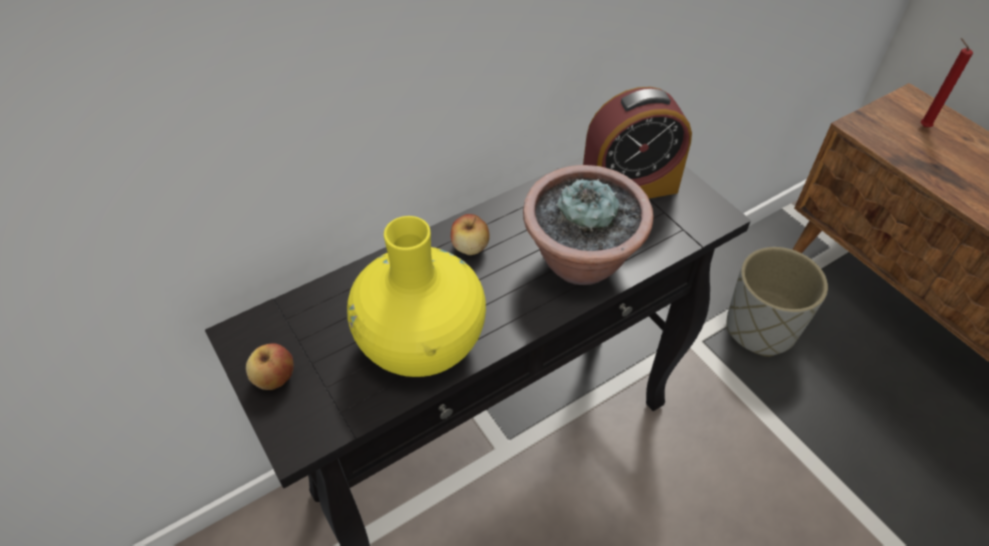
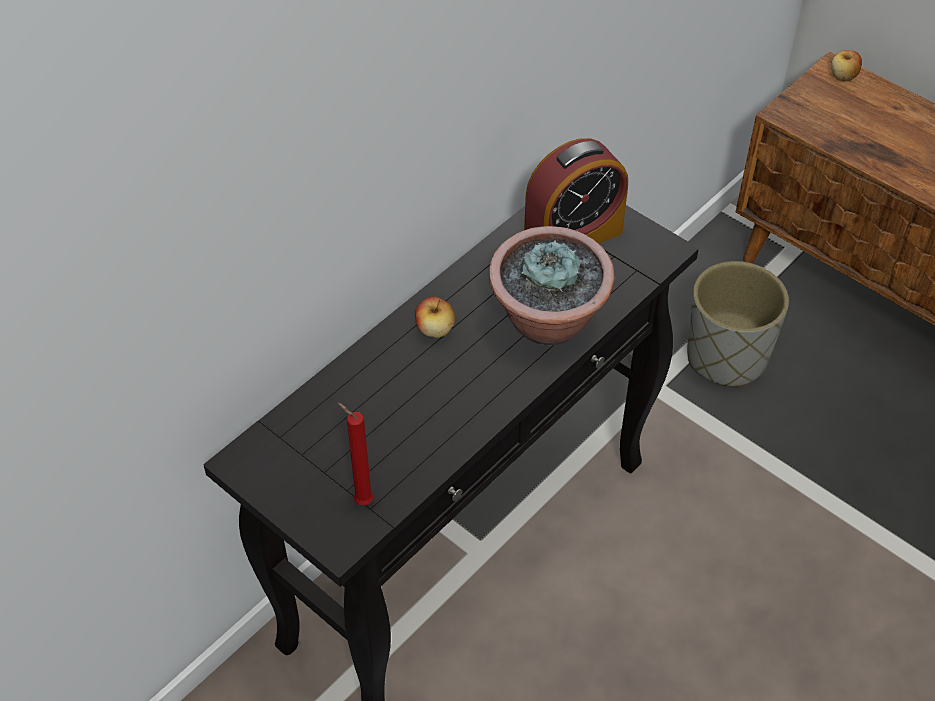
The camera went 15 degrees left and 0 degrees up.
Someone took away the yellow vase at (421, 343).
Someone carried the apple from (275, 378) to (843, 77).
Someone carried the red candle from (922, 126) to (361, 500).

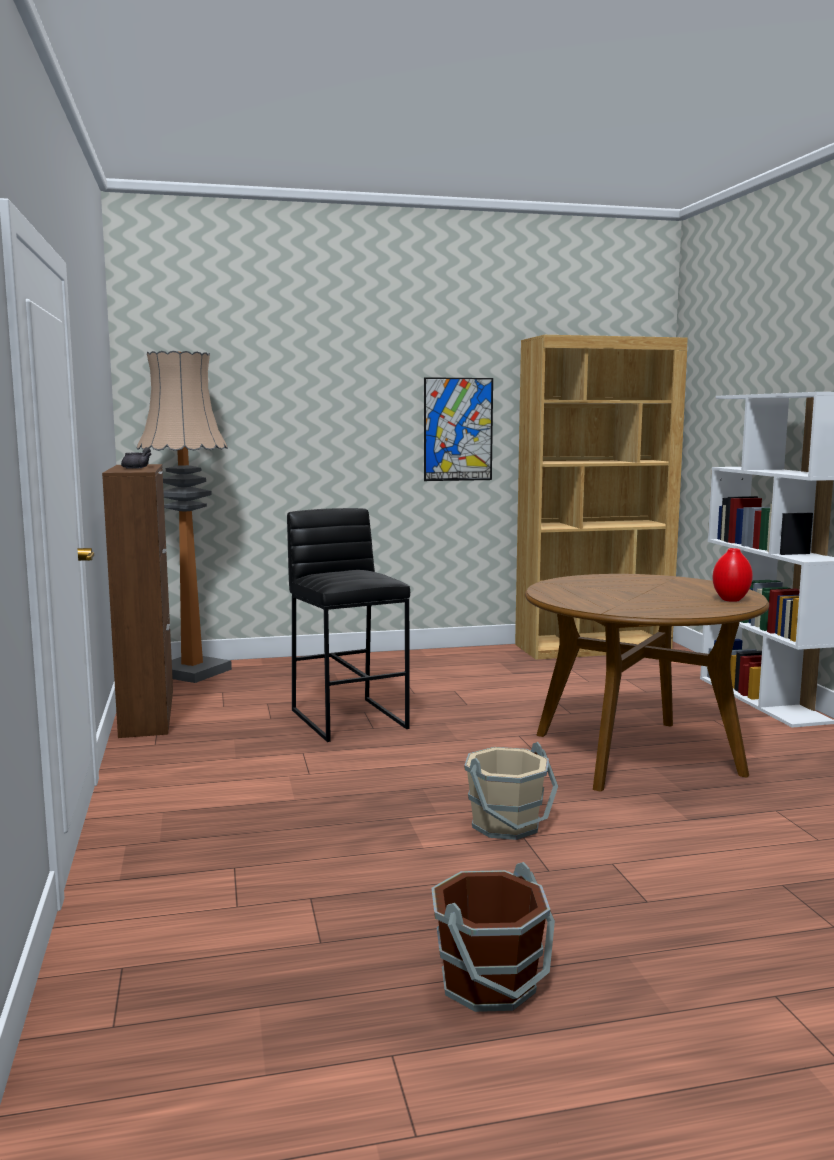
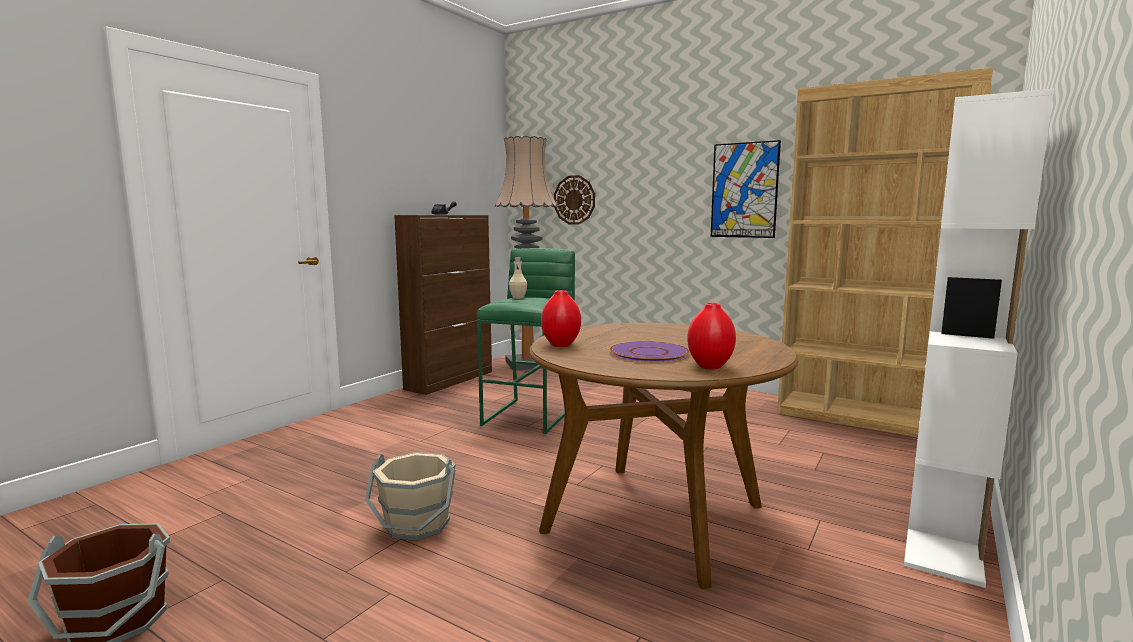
The camera went 45 degrees right and 0 degrees up.
Someone put down the beige bottle at (518, 297).
Someone put down the red vase at (561, 345).
Someone put up the wall clock at (574, 200).
Someone put down the purple plate at (648, 353).
Someone repainted the black stool at (349, 718), which became the green stool at (530, 415).

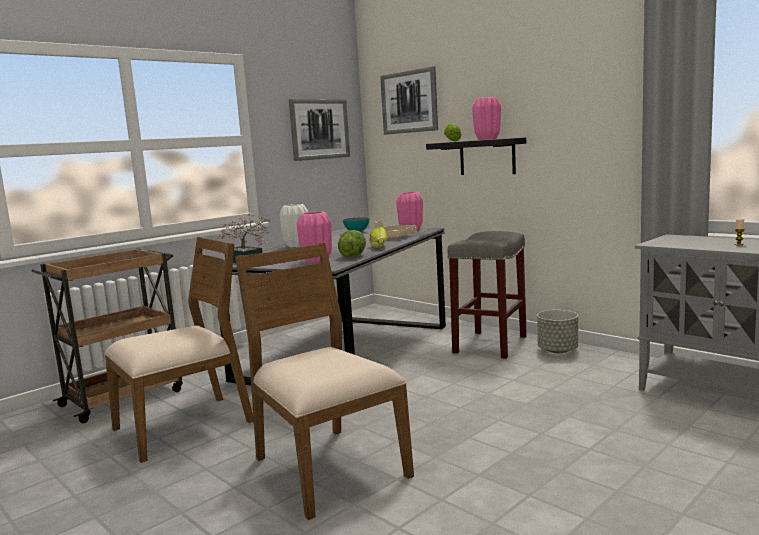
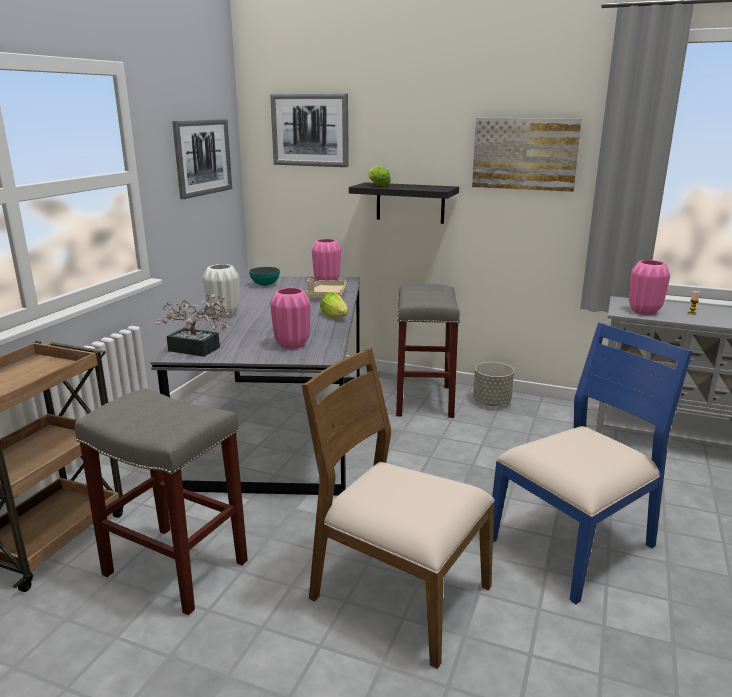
The camera went 25 degrees left and 10 degrees up.
Someone took away the lettuce at (353, 256).
Someone put up the picture at (525, 153).
Someone put down the blue chair at (574, 544).
Someone carried the pink vase from (487, 139) to (644, 311).
Someone swapped the brown chair at (185, 425) for the grey stool at (178, 568).

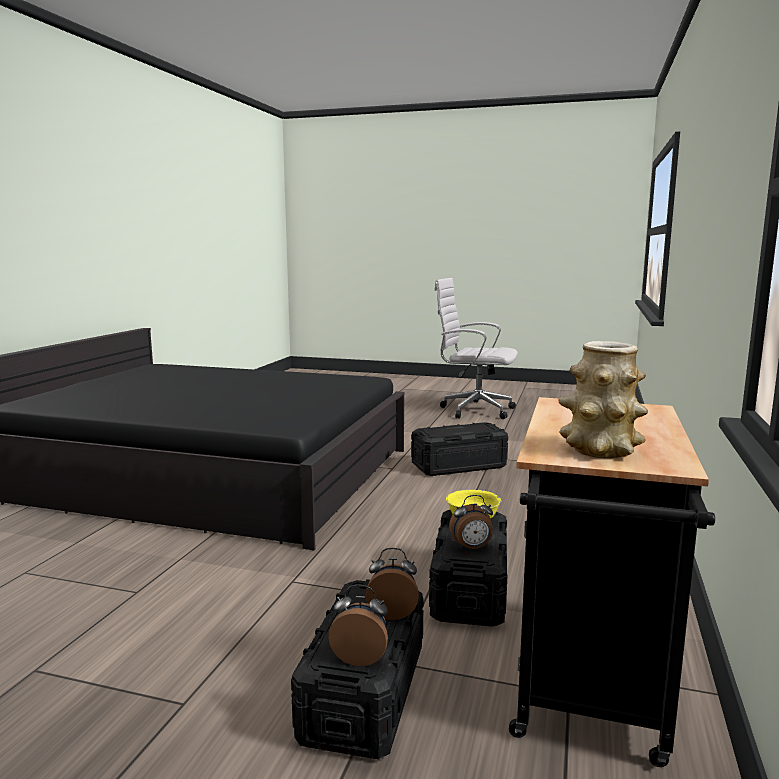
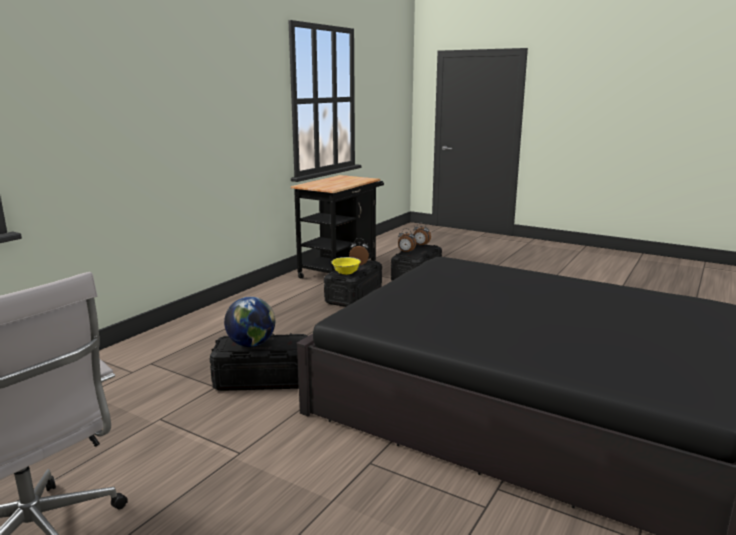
The camera went 165 degrees left and 5 degrees up.
Someone took away the vase at (599, 450).
Someone put down the globe at (251, 344).

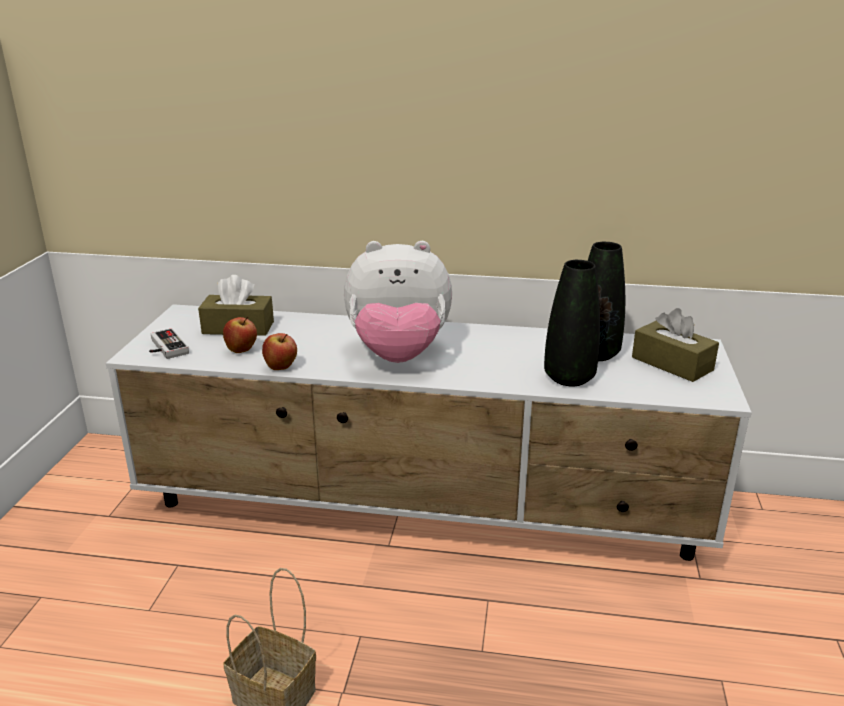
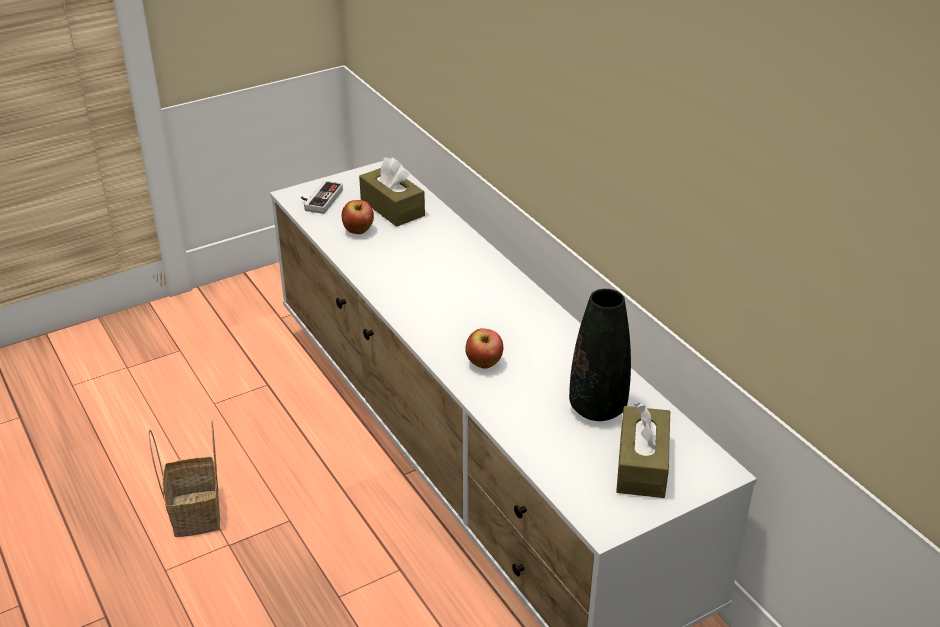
The camera went 50 degrees right and 10 degrees up.
Someone took away the plush toy at (398, 355).
Someone took away the black vase at (569, 378).
Someone carried the apple from (281, 367) to (484, 364).

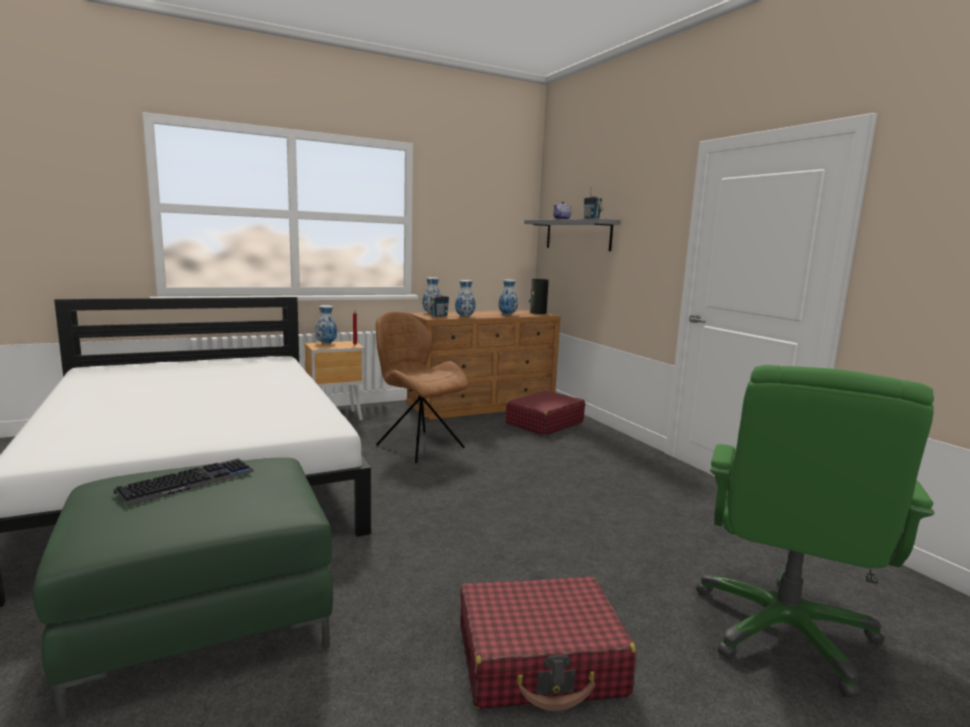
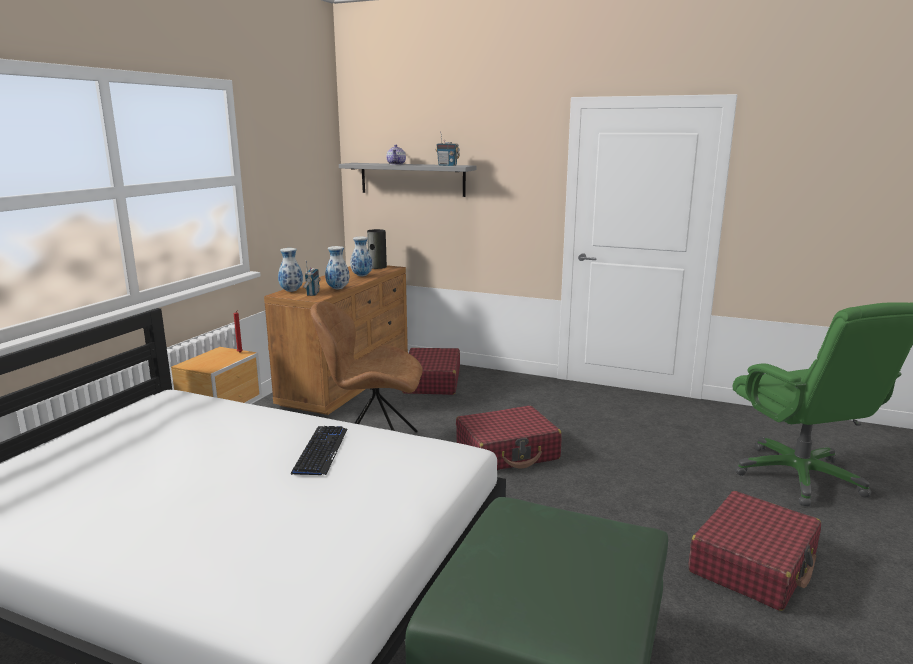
The camera went 40 degrees left and 5 degrees up.
Someone took away the vase at (326, 343).
Someone put down the red suitcase at (507, 452).
Someone carried the keyboard from (187, 483) to (321, 451).

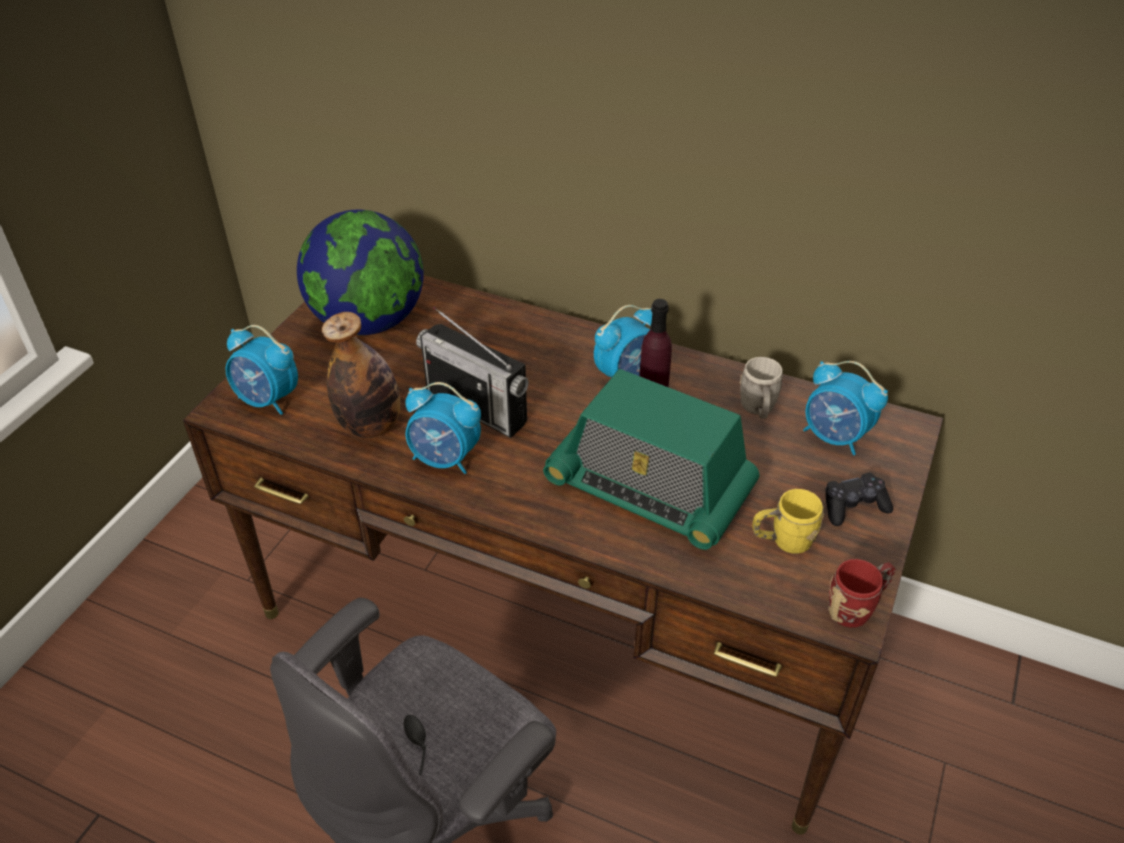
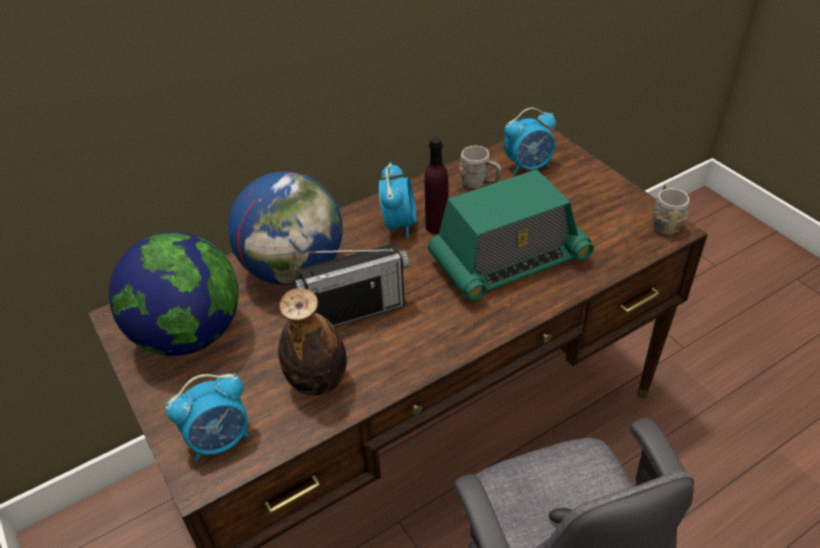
The camera went 55 degrees left and 0 degrees up.
Someone took away the alarm clock at (445, 459).
Someone took away the yellow mug at (783, 541).
Someone took away the black game controller at (853, 506).
Someone put down the globe at (294, 269).
Someone repainted the red mug at (856, 607), which became the grey mug at (664, 222).

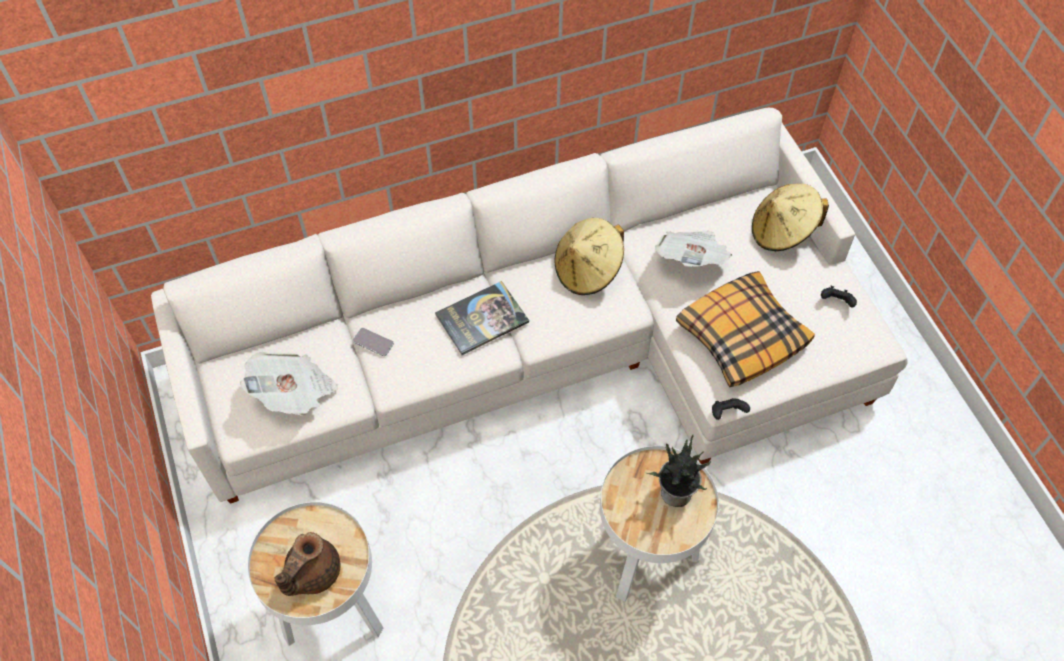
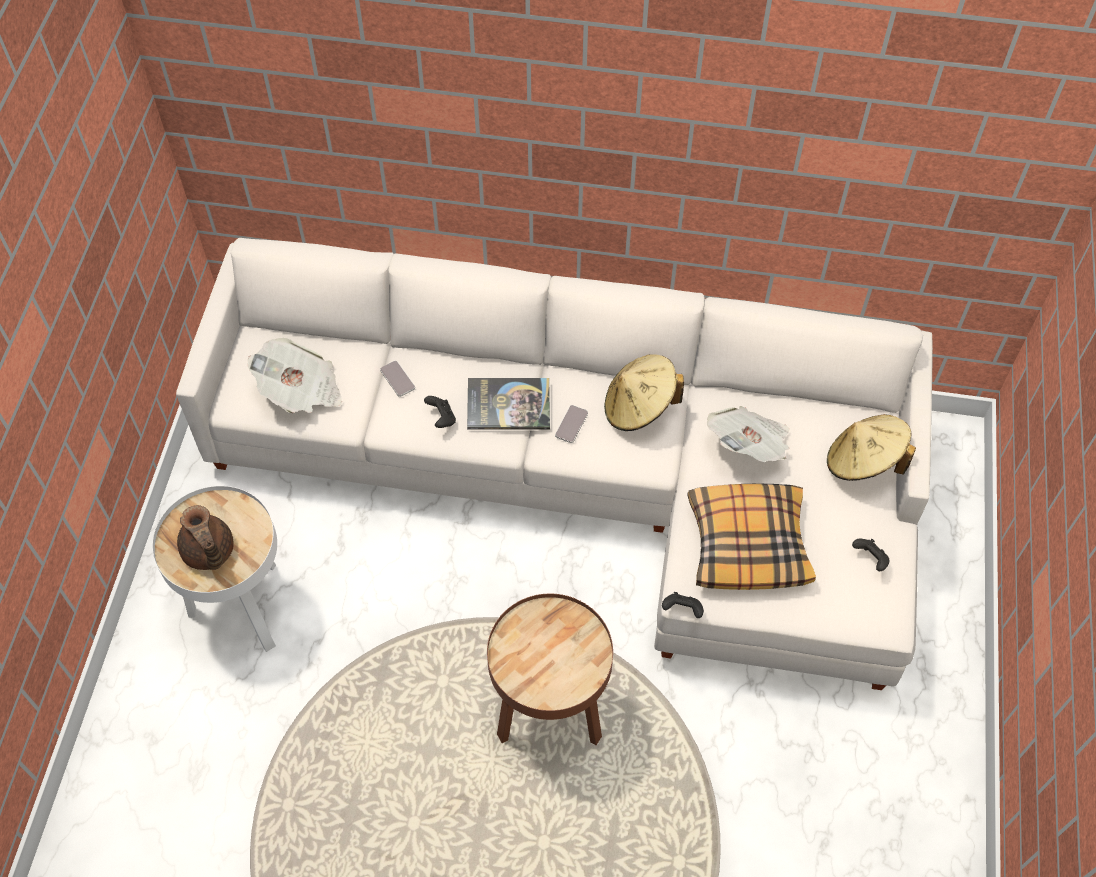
The camera went 30 degrees right and 0 degrees up.
Someone took away the potted plant at (675, 493).
Someone put down the black game controller at (441, 418).
Someone put down the phone at (571, 424).
Someone repainted the white side table at (645, 555), which became the brown side table at (550, 712).
Someone rotated the brown teapot at (312, 573) by 90 degrees counterclockwise.

